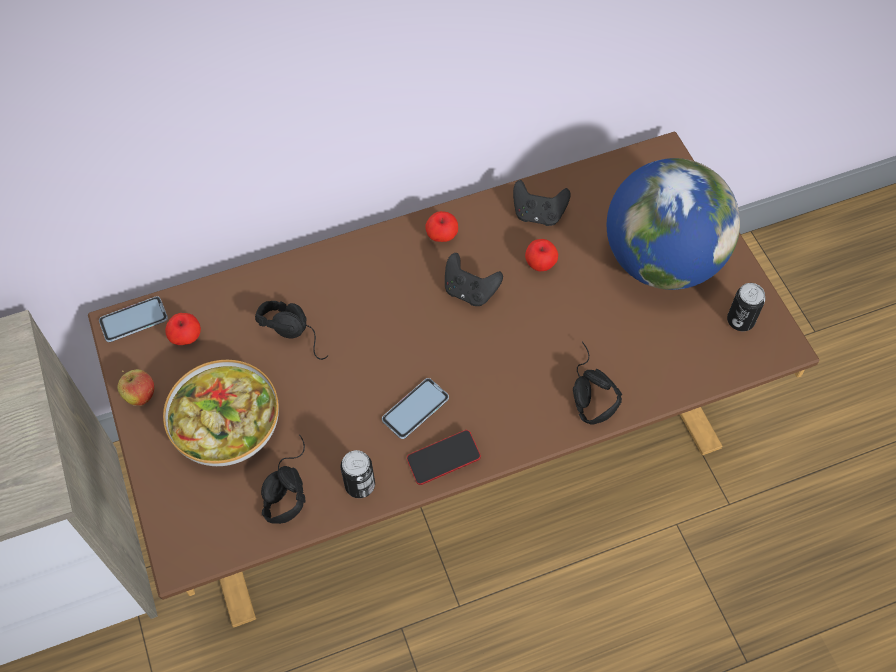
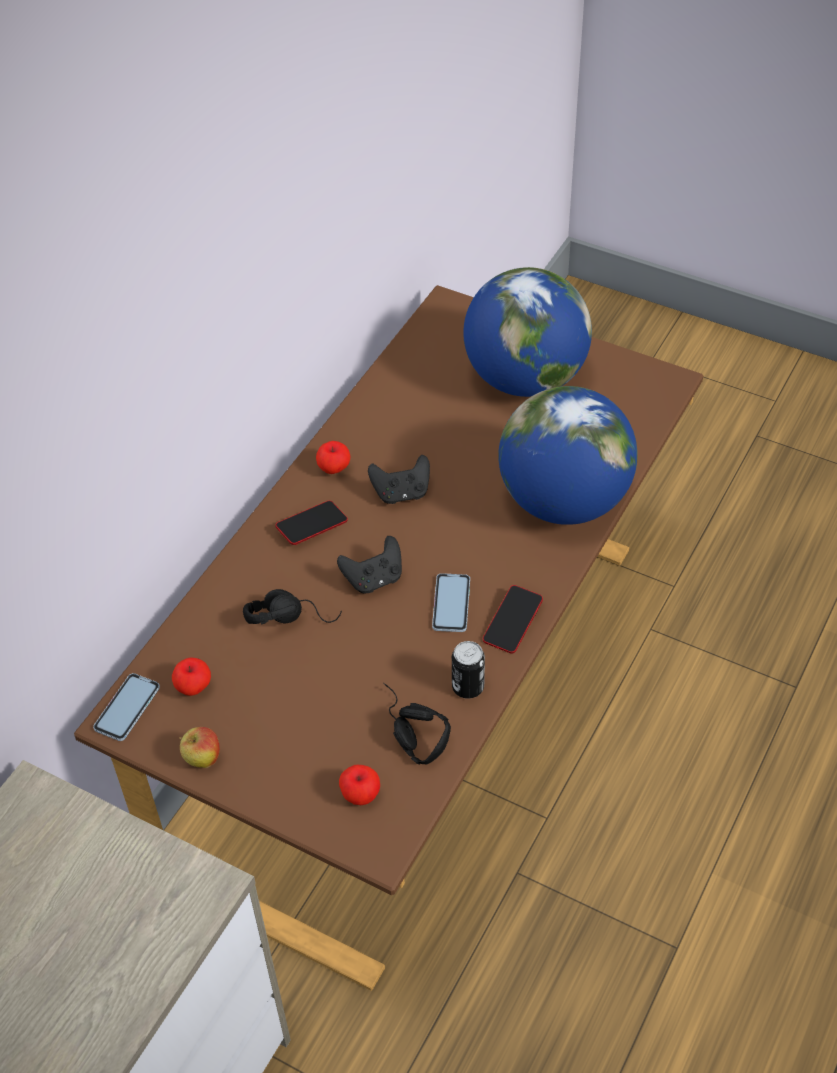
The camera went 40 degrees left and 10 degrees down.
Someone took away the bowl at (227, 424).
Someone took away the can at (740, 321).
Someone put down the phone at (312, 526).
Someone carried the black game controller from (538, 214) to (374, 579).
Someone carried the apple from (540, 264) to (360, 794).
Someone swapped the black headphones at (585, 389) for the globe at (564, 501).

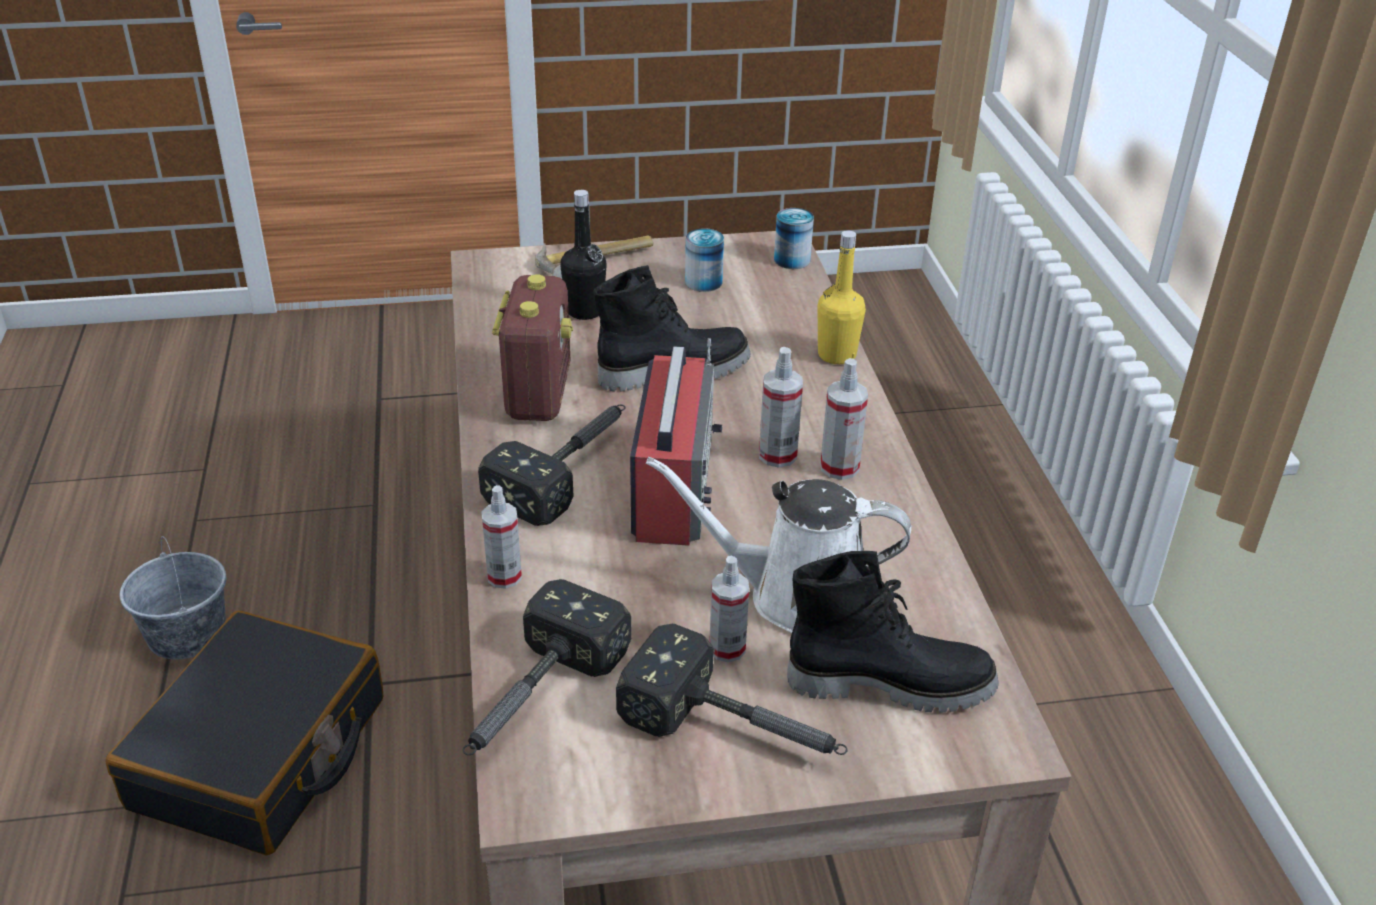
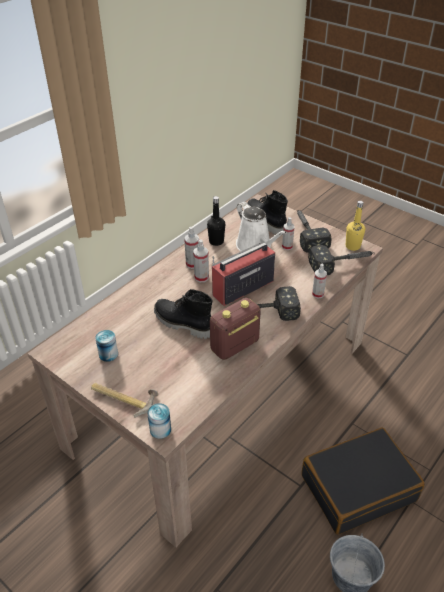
The camera went 130 degrees left and 5 degrees up.
Someone carried the black bottle from (585, 311) to (216, 241).
Someone carried the can from (792, 260) to (160, 429).
Someone carried the yellow bottle from (836, 355) to (352, 246).

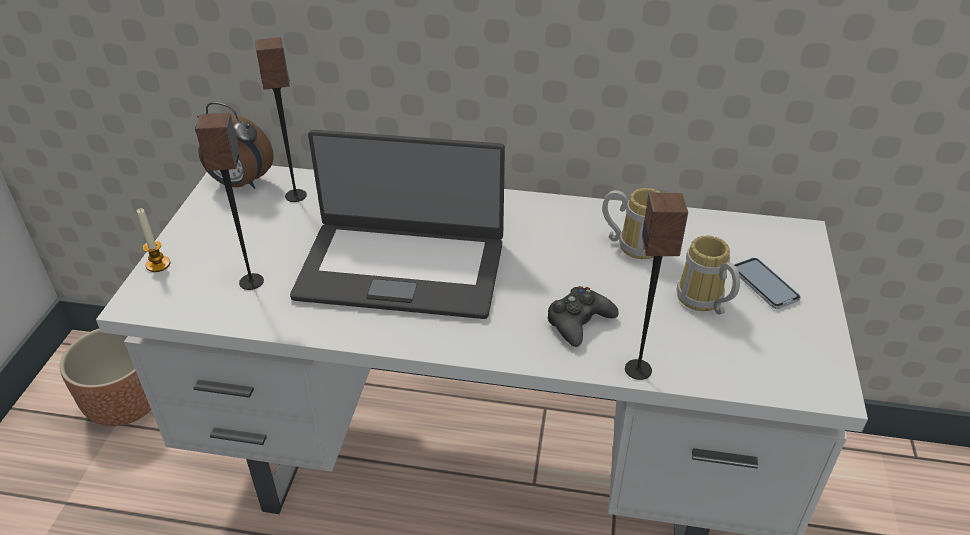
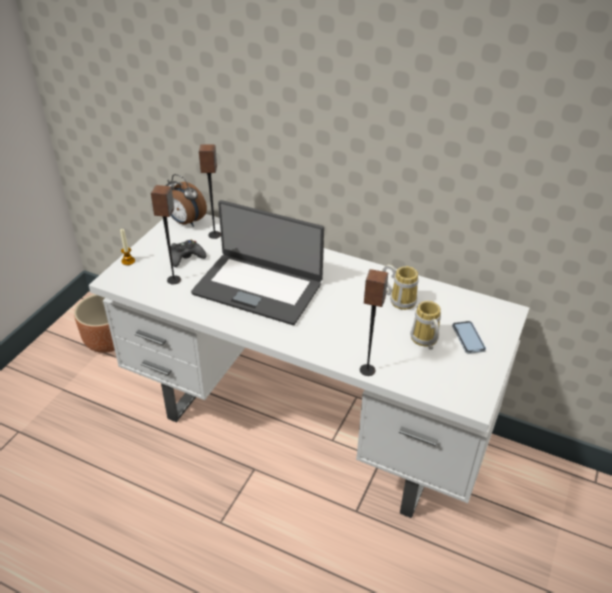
The camera went 15 degrees right and 0 degrees up.
Someone carried the black game controller from (579, 322) to (186, 257).

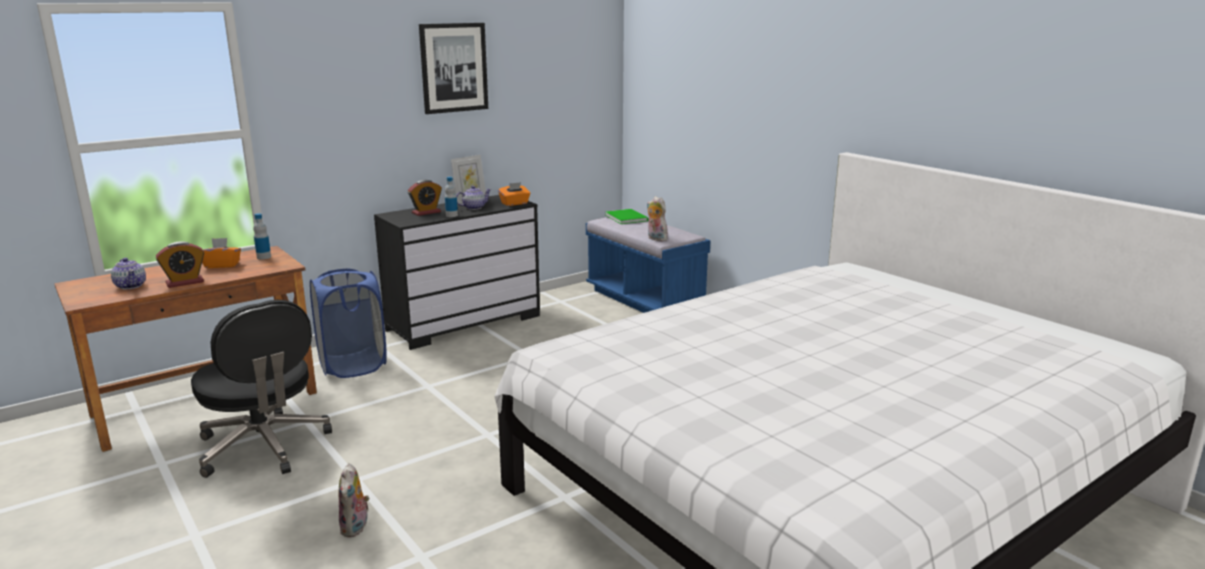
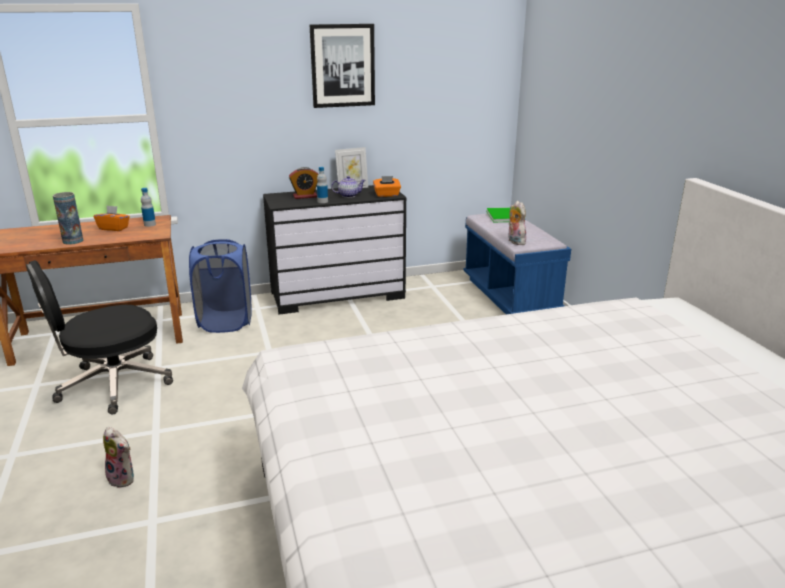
The camera went 20 degrees right and 5 degrees up.
Someone took away the teapot at (131, 286).
Someone swapped the alarm clock at (185, 282) for the vase at (73, 241).
Someone rotated the black office chair at (264, 447) by 75 degrees clockwise.
Someone rotated the plush toy at (356, 528) by 75 degrees counterclockwise.

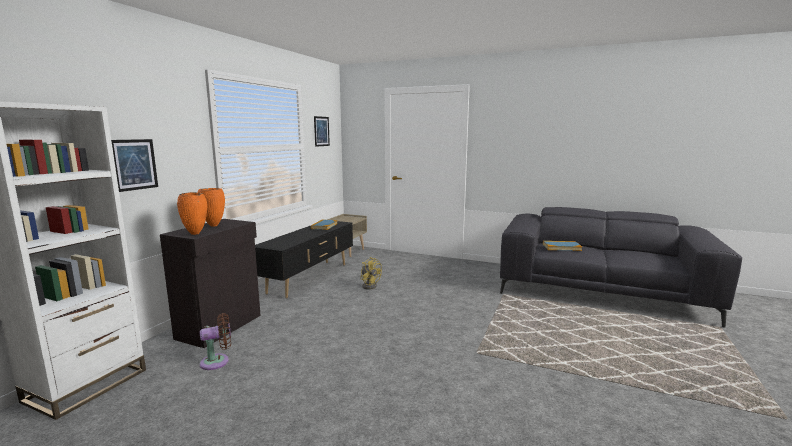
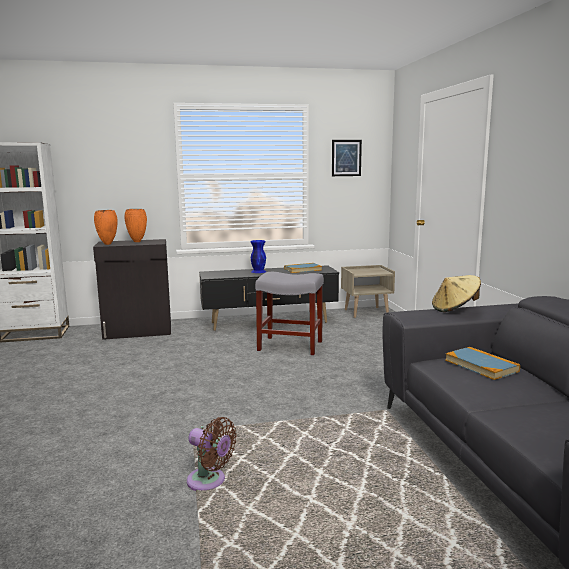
The camera went 55 degrees right and 0 degrees up.
Someone took away the picture at (134, 164).
Someone put down the blue vase at (258, 271).
Someone put down the beige hat at (455, 309).
Someone carried the brown fan from (218, 361) to (209, 481).
Someone swapped the yellow fan at (369, 285) for the grey stool at (291, 346).

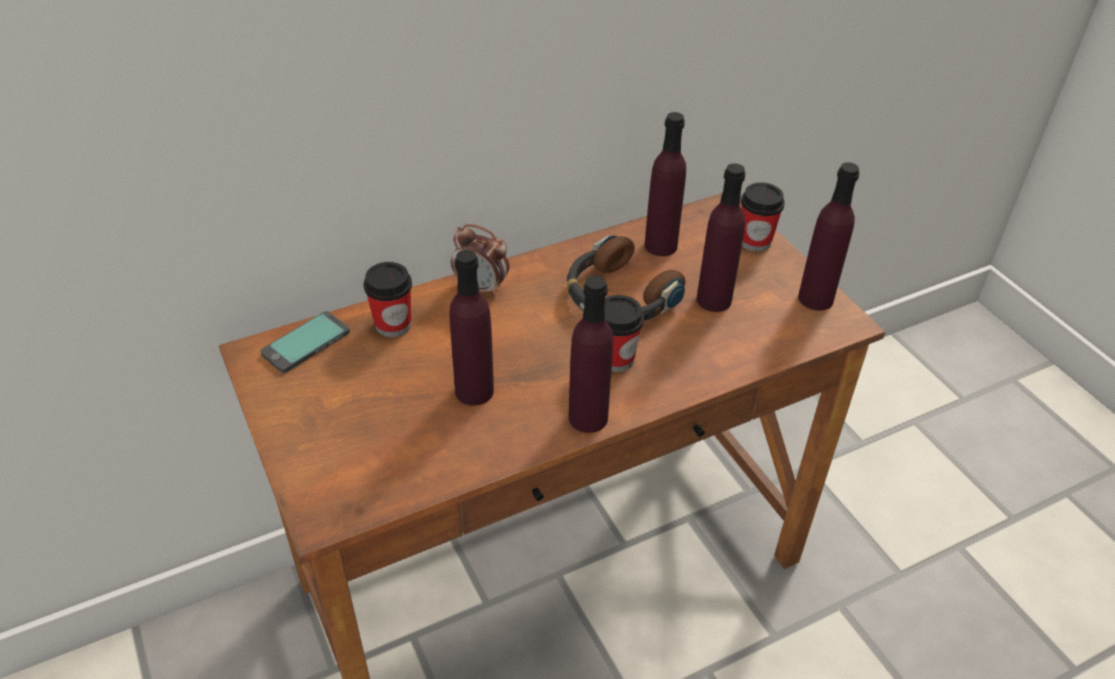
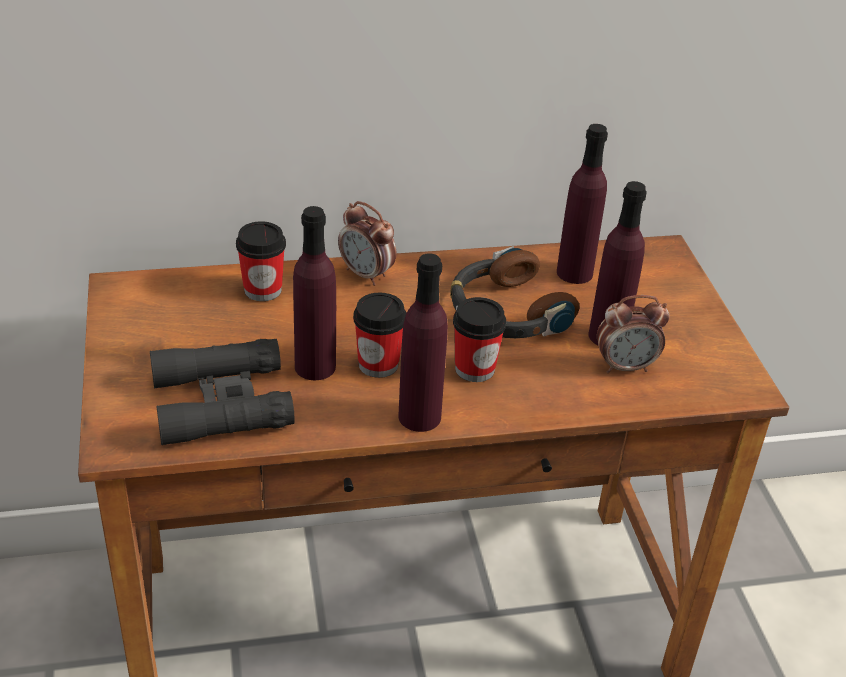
The camera went 15 degrees right and 5 degrees down.
Someone took away the phone at (306, 343).
Someone took away the purple bottle at (815, 298).
Someone put down the black binoculars at (221, 402).
Someone put down the alarm clock at (625, 367).
Someone carried the cup from (755, 241) to (378, 364).

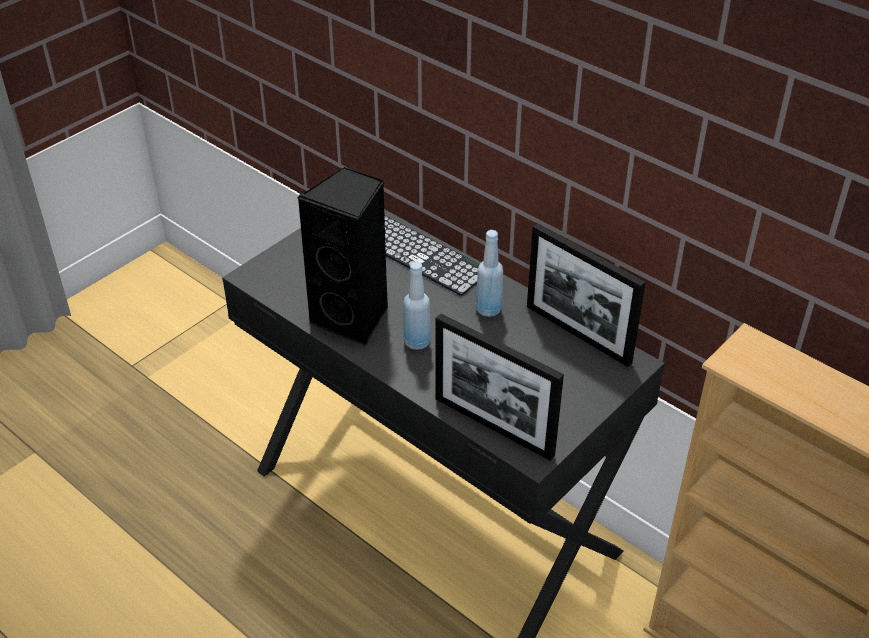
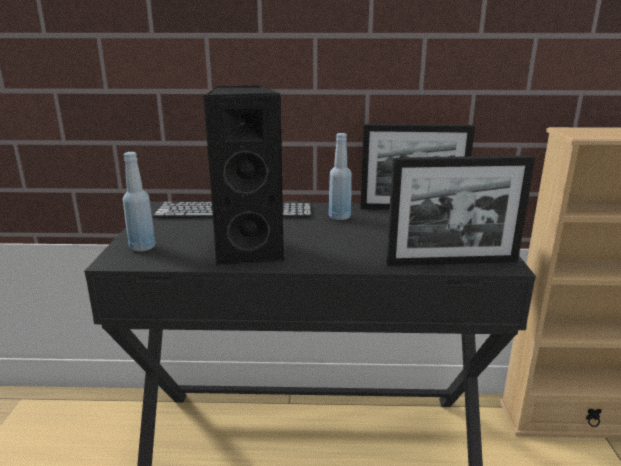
The camera went 40 degrees left and 20 degrees down.
Someone carried the blue bottle from (417, 342) to (142, 247).

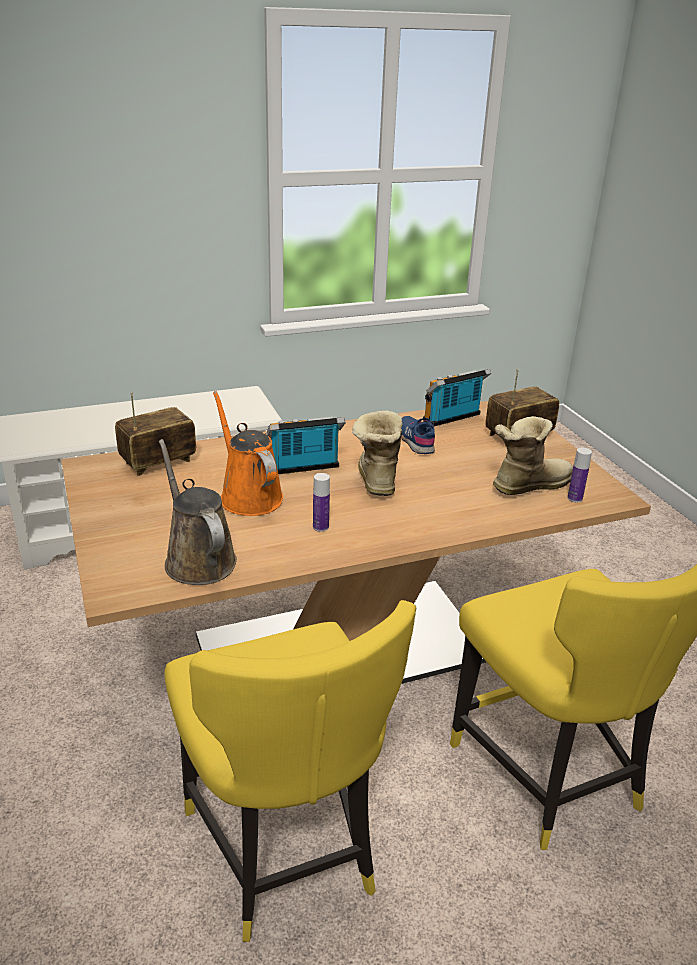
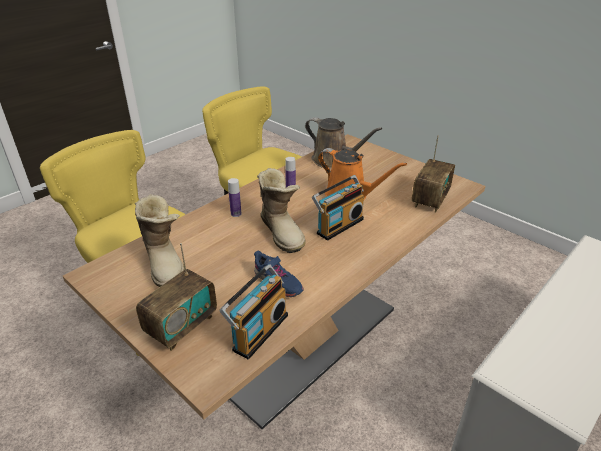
The camera went 155 degrees right and 5 degrees up.
Someone carried the bottle from (574, 498) to (236, 214).
Someone rotated the boot at (528, 485) by 60 degrees counterclockwise.

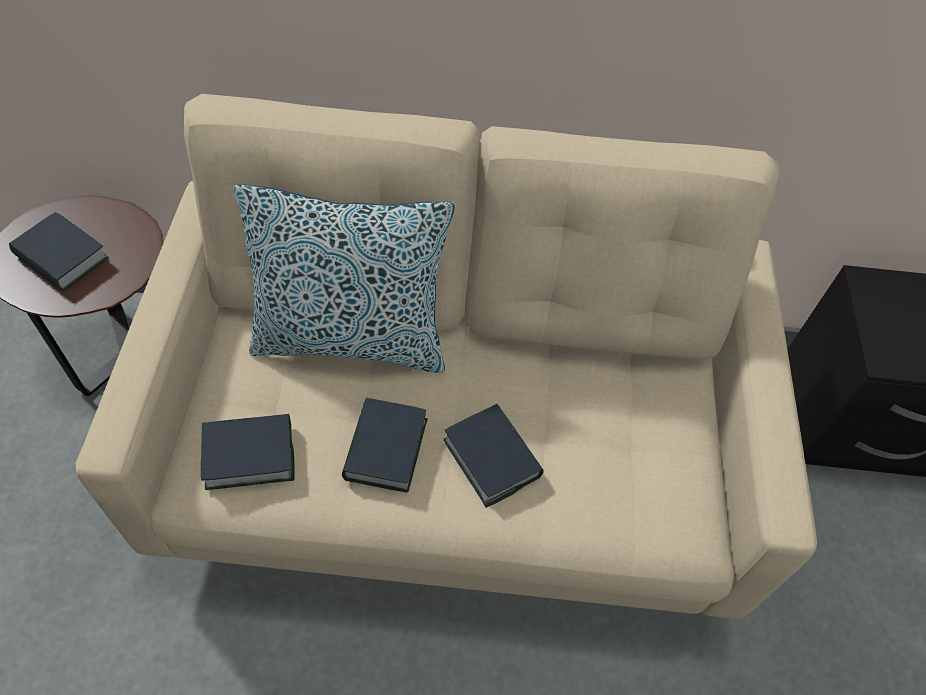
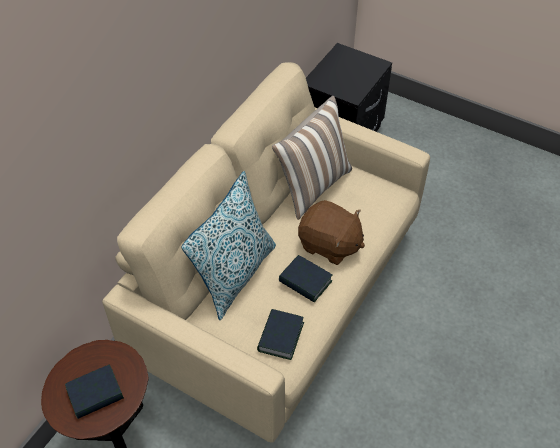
The camera went 60 degrees left and 5 degrees down.
Someone put down the pillow at (312, 186).
Someone swapped the book at (492, 458) for the brown plush toy at (329, 245).

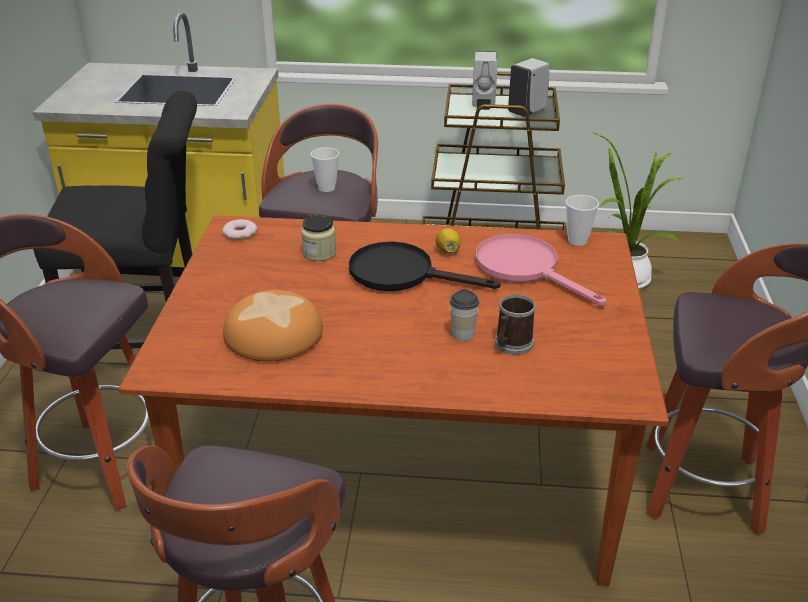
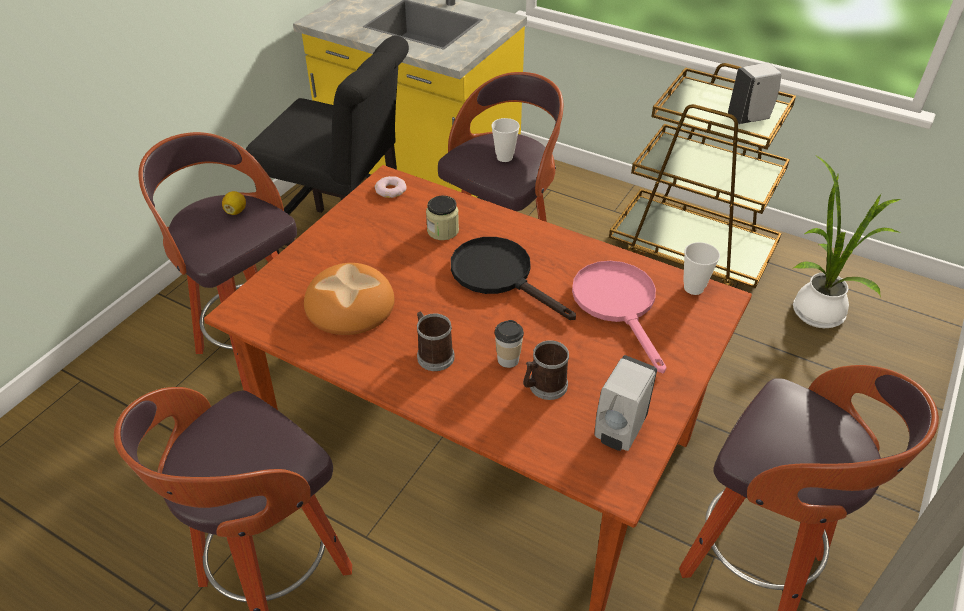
The camera went 25 degrees right and 10 degrees up.
Someone put down the mug at (433, 354).
Someone carried the lemon from (448, 251) to (236, 211).
Someone carried the white soap dispenser from (483, 104) to (619, 432).

